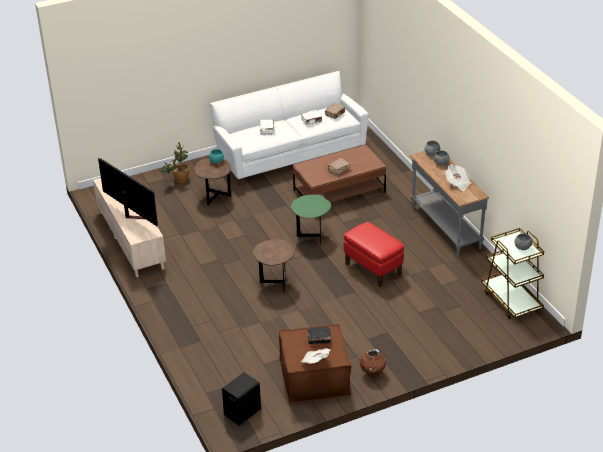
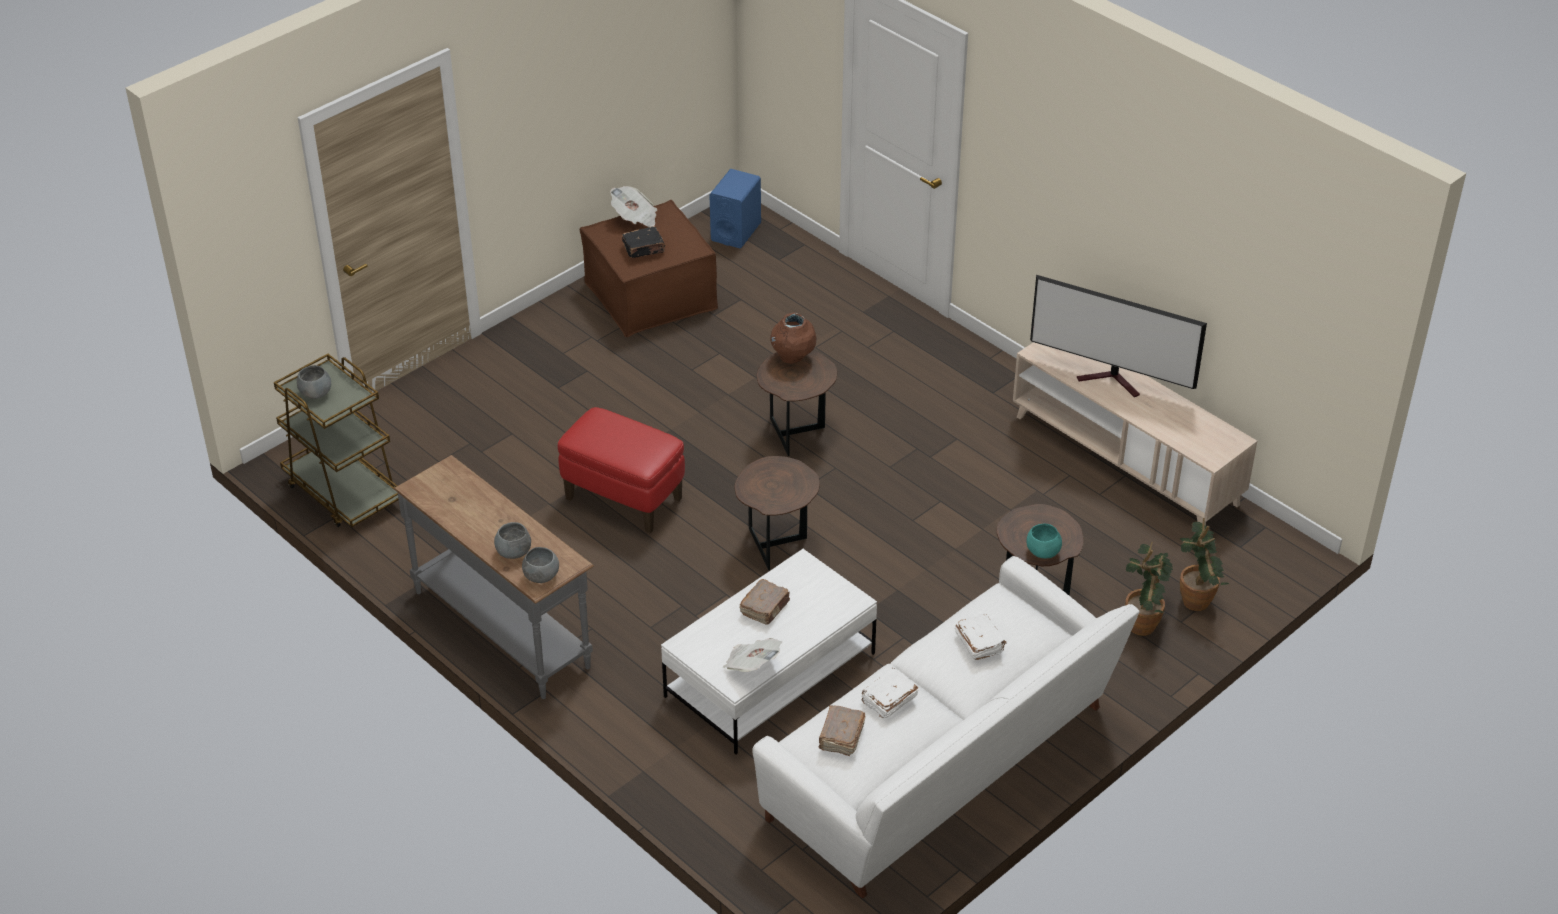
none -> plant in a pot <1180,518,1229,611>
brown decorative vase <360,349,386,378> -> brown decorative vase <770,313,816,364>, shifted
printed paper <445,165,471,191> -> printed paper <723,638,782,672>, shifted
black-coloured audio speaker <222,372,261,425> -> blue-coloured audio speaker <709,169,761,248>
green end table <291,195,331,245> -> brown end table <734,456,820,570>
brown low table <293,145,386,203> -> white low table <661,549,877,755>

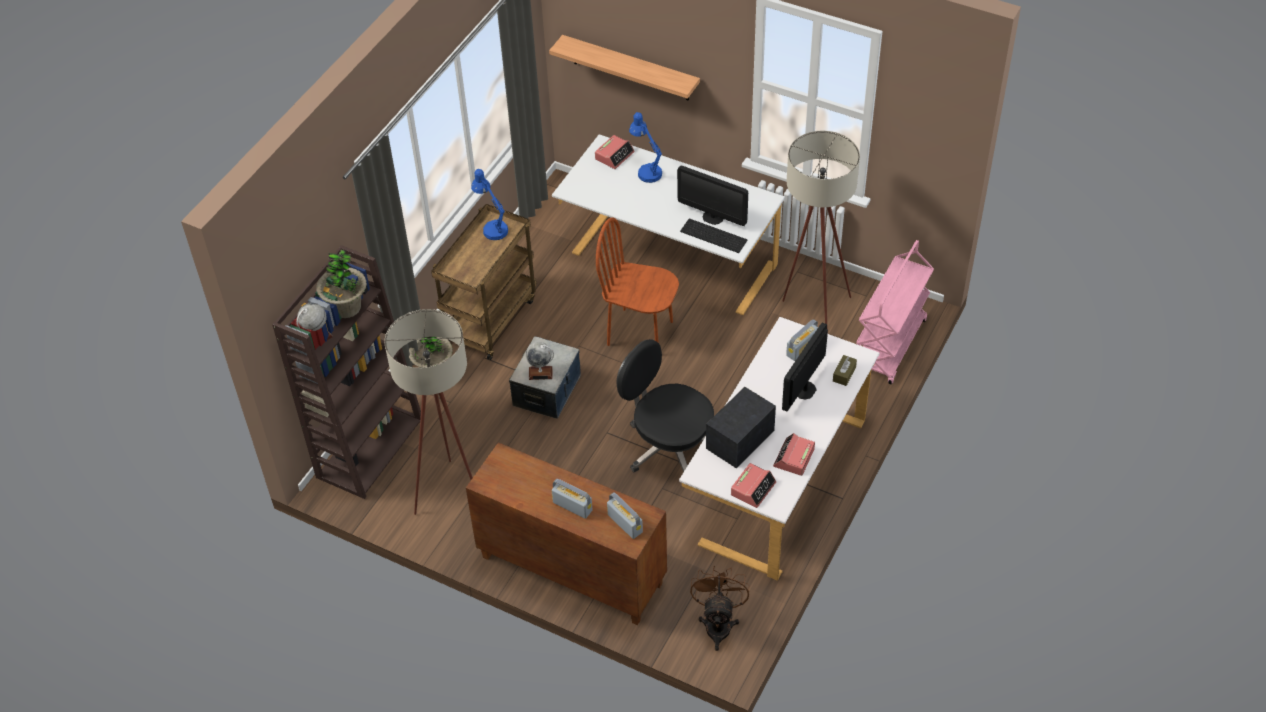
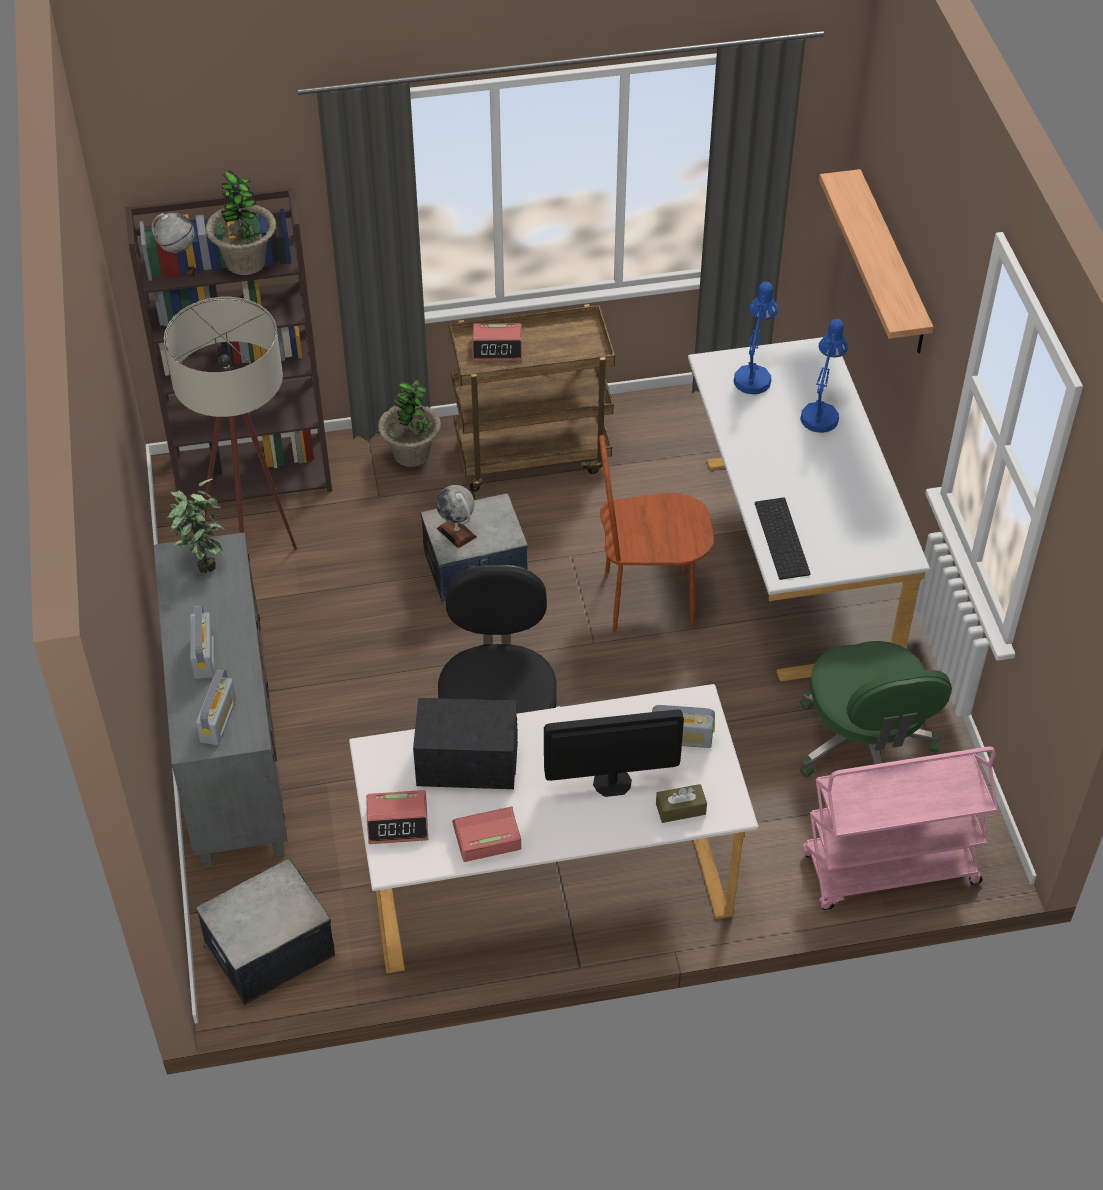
computer screen <677,165,748,226> -> none
none -> plant in a pot <167,479,225,573>
blue-coloured table lamp <471,169,508,240> -> blue-coloured table lamp <733,282,778,394>, shifted
bedside clock <595,135,635,169> -> bedside clock <472,323,522,361>, shifted
brown electric fan <690,566,749,651> -> storage bin <196,859,335,1005>
sand-coloured standard lamp <782,131,860,324> -> green office chair <800,641,952,778>
brown cupboard <466,442,667,625> -> grey cupboard <154,532,288,868>
brown chair <596,217,679,346> -> brown chair <599,435,714,632>, 75 degrees counterclockwise

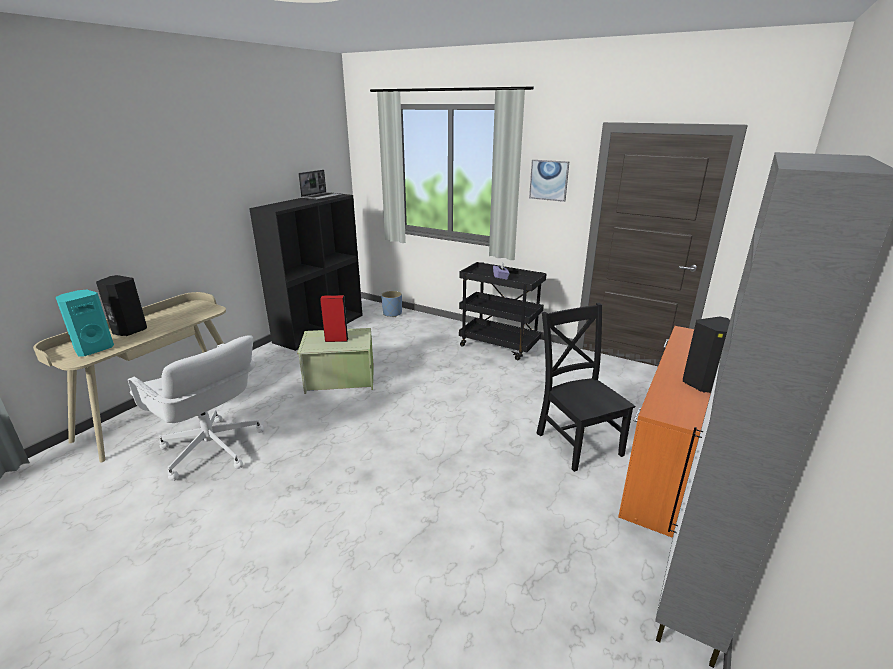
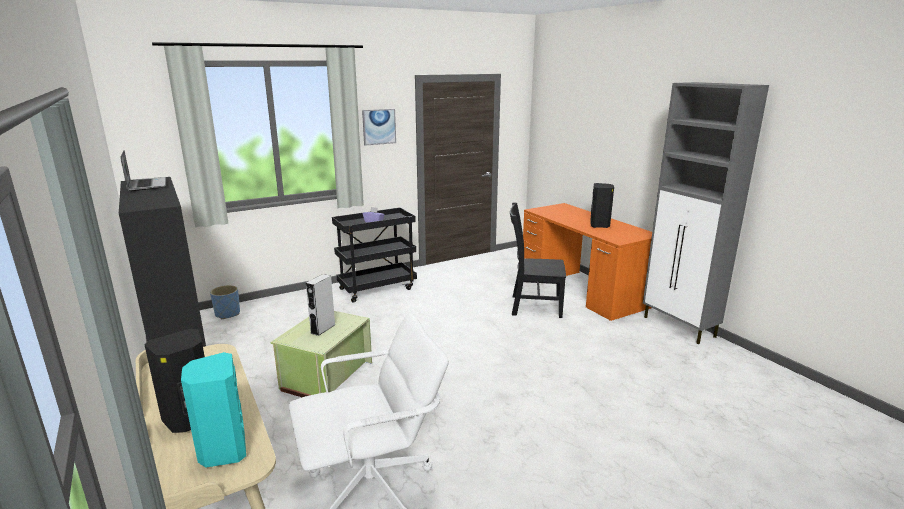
reddish audio speaker <320,295,348,342> -> grey audio speaker <306,274,335,336>

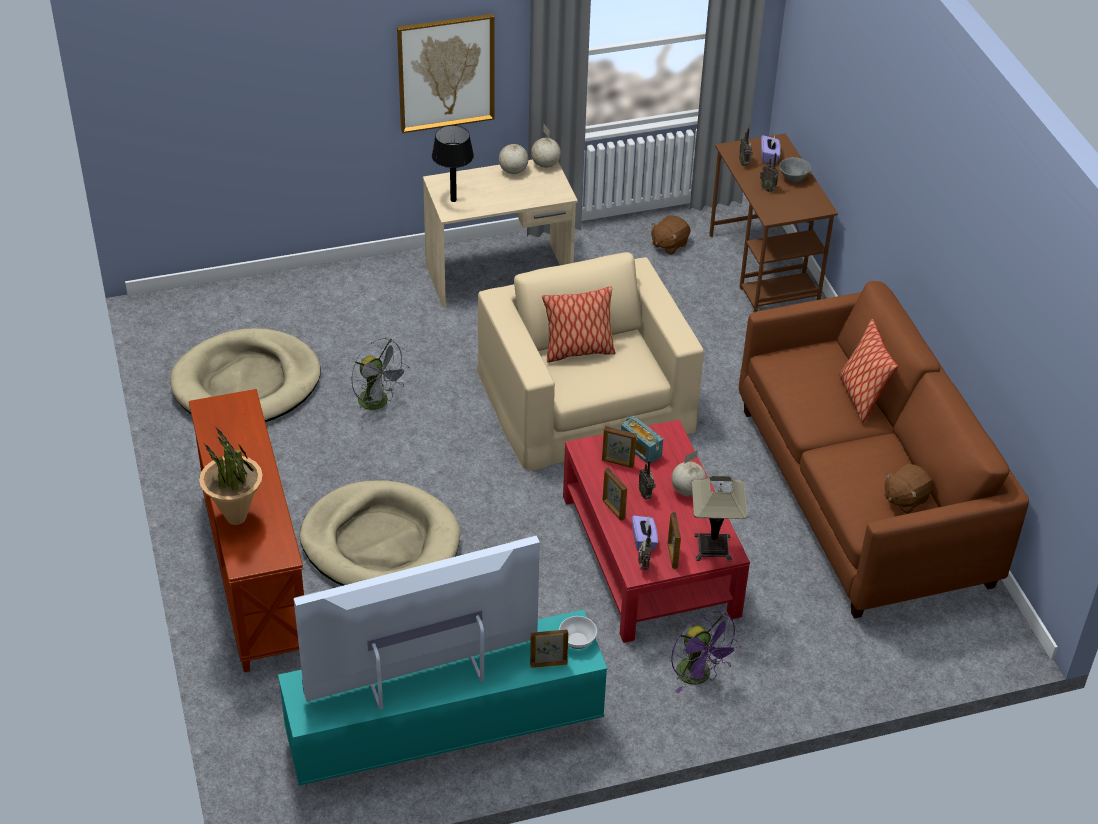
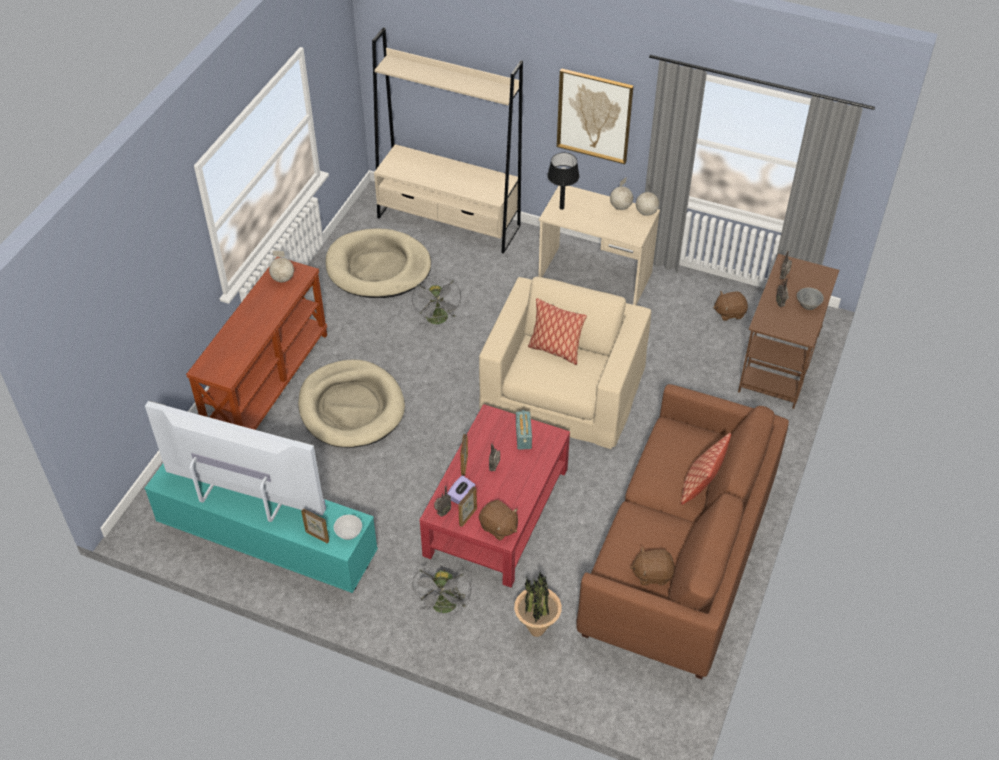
picture frame <602,426,637,468> -> none
purple box of tissues <761,135,781,163> -> none
none -> sand-coloured bookcase <372,27,523,254>
plant in a pot <199,426,263,525> -> plant in a pot <514,572,562,637>, shifted
desk globe <671,450,706,496> -> desk globe <269,251,294,282>, shifted
table lamp <692,476,747,562> -> brown soft toy <479,500,518,540>
purple electric fan <671,611,741,694> -> grey electric fan <412,566,472,614>

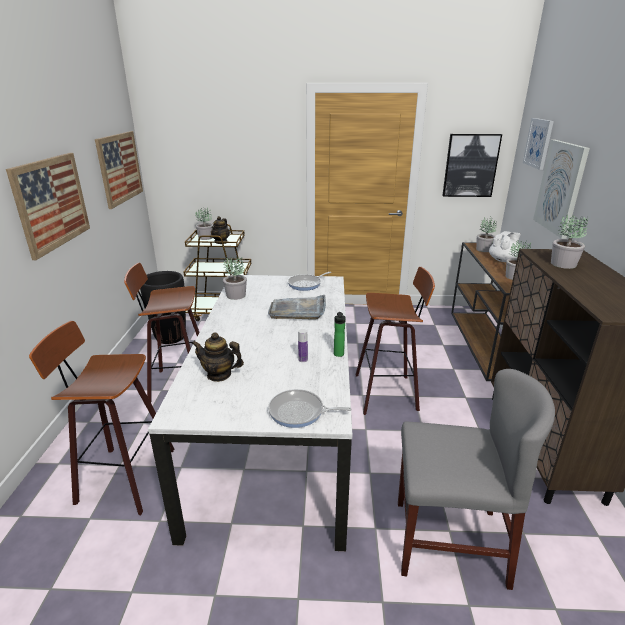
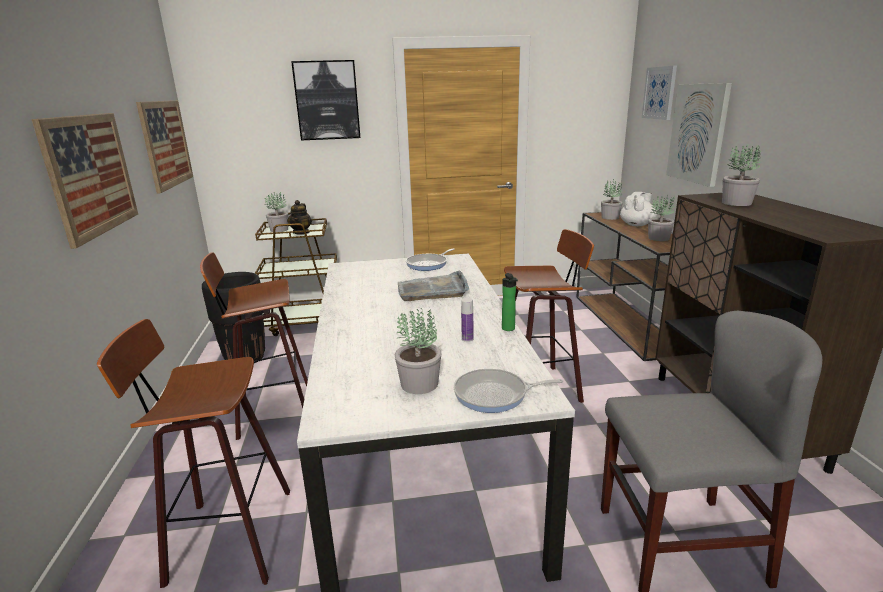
teapot <192,332,244,382> -> none
plant in a pot <223,256,247,300> -> plant in a pot <395,307,442,394>, shifted
wall art <442,134,502,197> -> wall art <291,60,360,140>, shifted

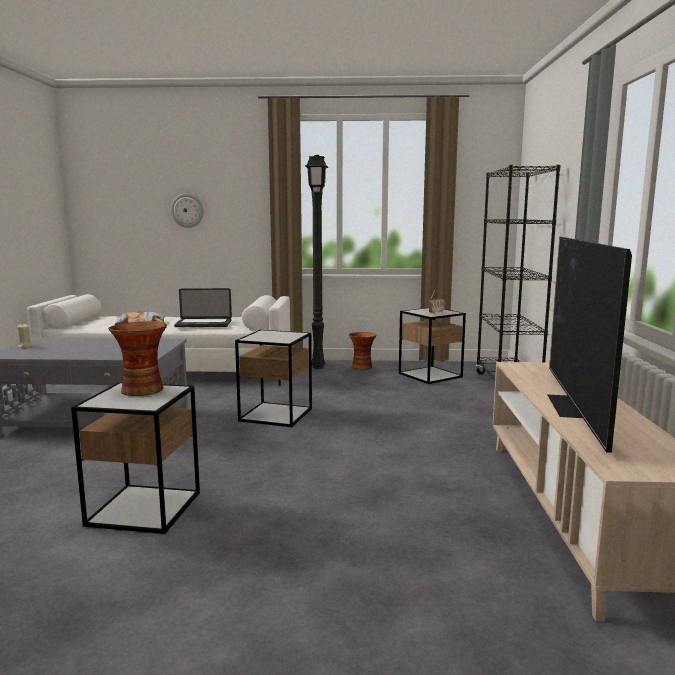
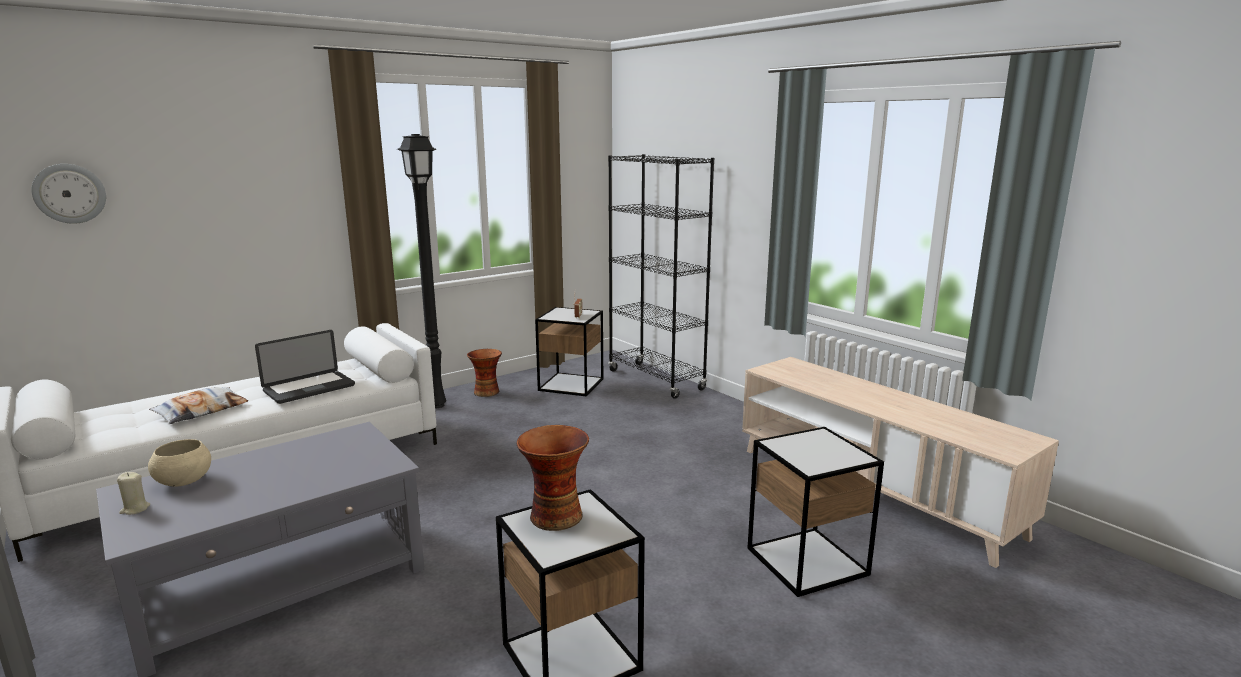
television <547,237,632,453> -> none
none -> sand-coloured serving bowl <148,439,211,487>
hanging clock <171,193,204,228> -> hanging clock <31,164,106,224>, shifted
end table <235,330,312,427> -> end table <748,427,884,597>, shifted

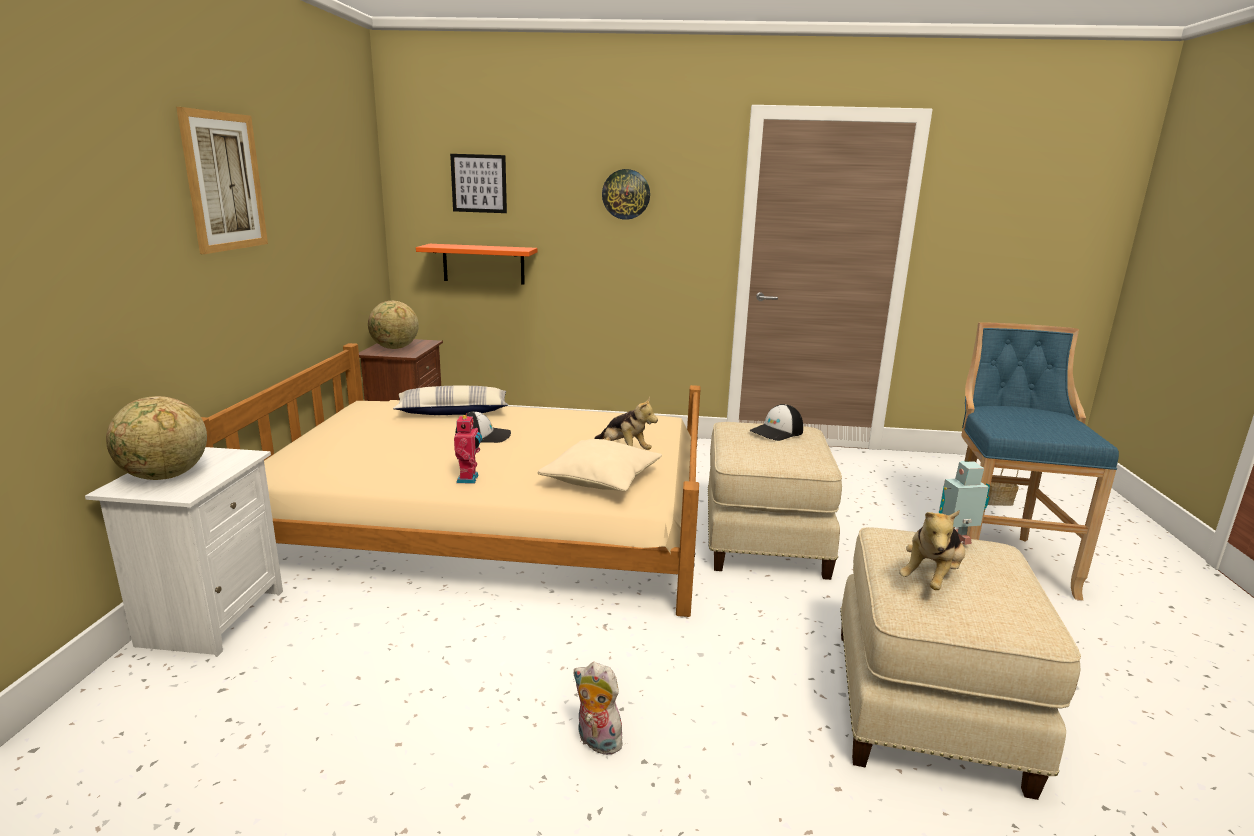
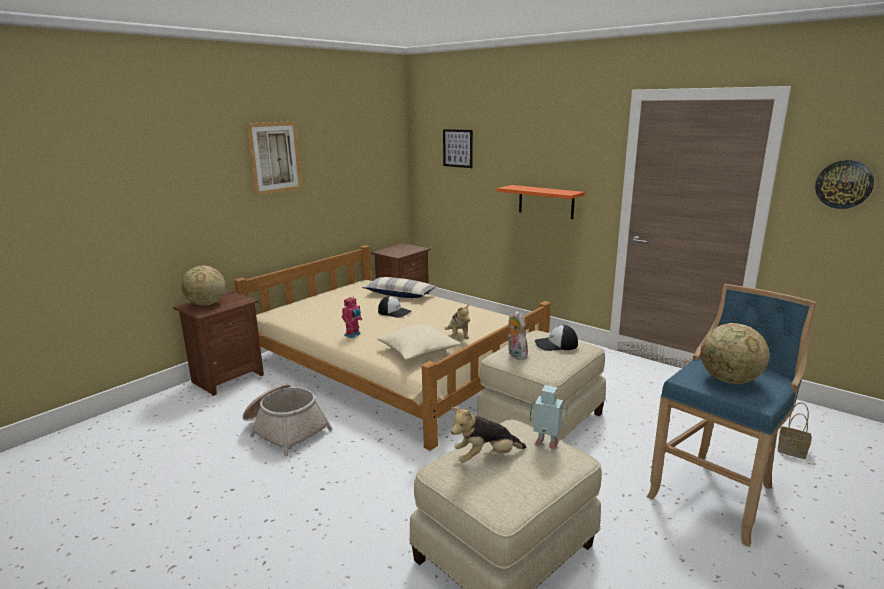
none -> household basket <243,384,332,456>
desk globe <368,301,419,349> -> desk globe <701,323,769,384>, shifted
orange-coloured bracket shelf <416,244,537,285> -> orange-coloured bracket shelf <497,185,585,219>, shifted
soft toy <573,662,625,755> -> soft toy <507,310,528,360>, shifted
hanging clock <602,169,650,220> -> hanging clock <815,160,874,209>, shifted
white bedside table <85,447,283,657> -> brown bedside table <173,291,264,396>

